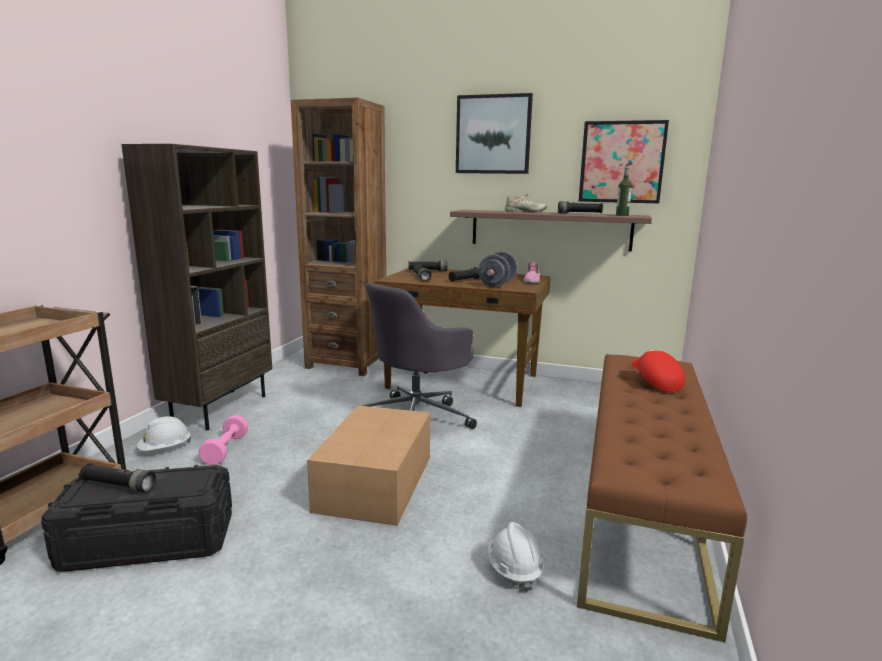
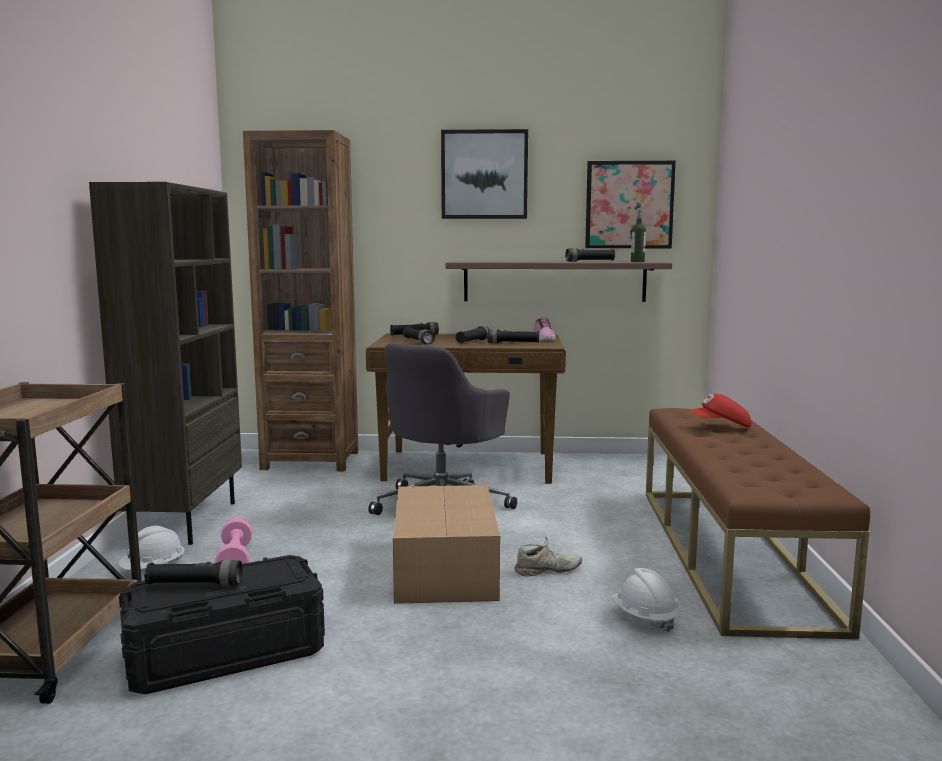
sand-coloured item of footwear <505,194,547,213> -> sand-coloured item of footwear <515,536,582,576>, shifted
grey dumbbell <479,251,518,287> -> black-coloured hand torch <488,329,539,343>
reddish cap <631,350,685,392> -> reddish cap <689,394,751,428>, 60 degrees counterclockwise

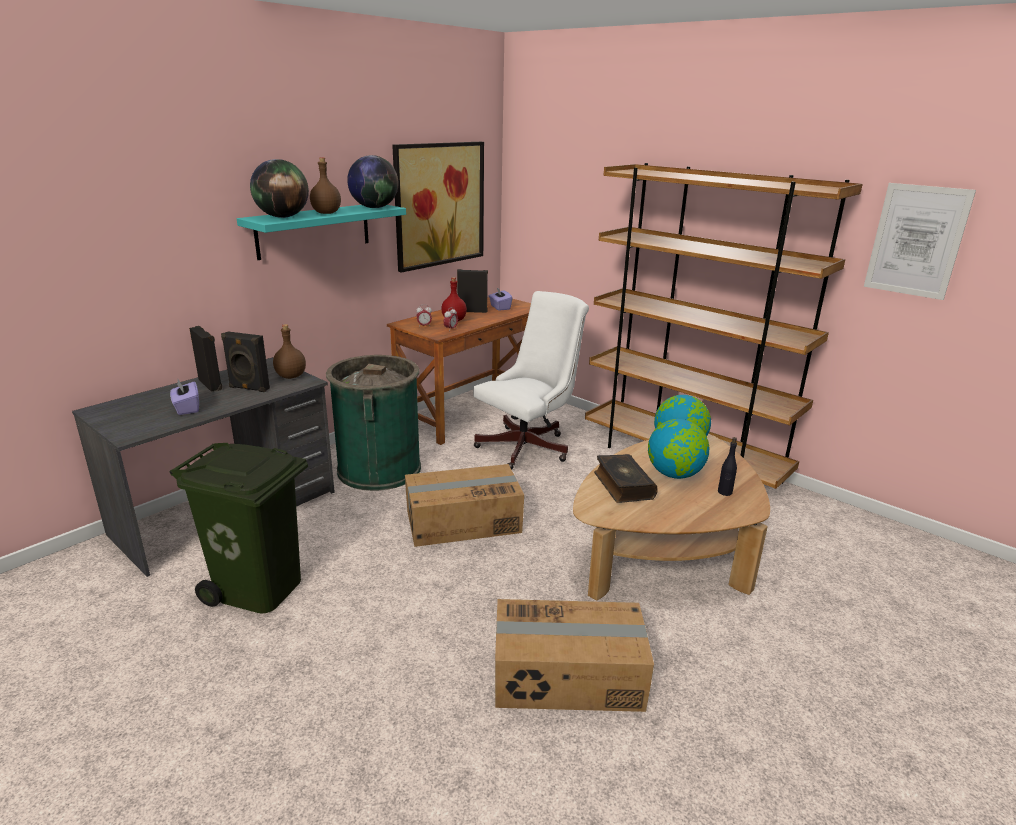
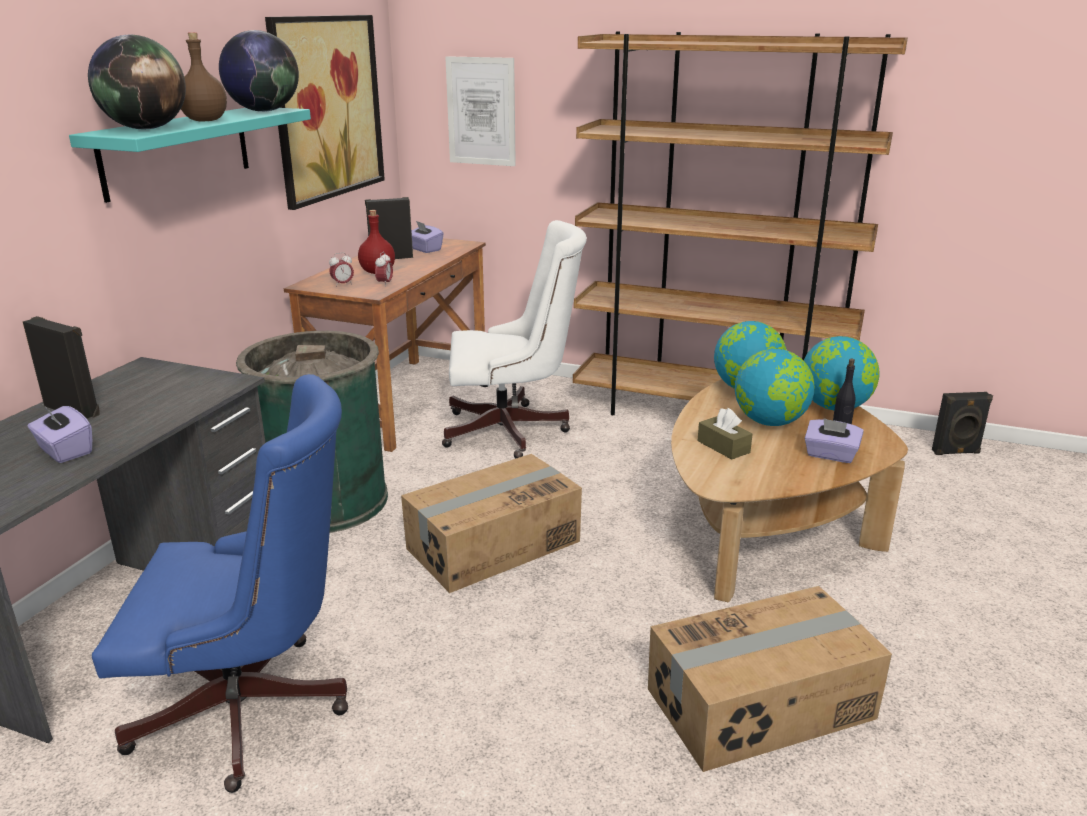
brown beverage bottle <273,324,306,379> -> none
none -> desk globe <803,336,879,410>
none -> purple box of tissues <805,418,864,463>
black-coloured audio speaker <221,331,270,392> -> black-coloured audio speaker <932,392,993,455>, shifted
wall art <864,183,976,300> -> wall art <445,56,516,166>, shifted
green trash can <170,443,308,613> -> blue-coloured office chair <92,374,348,793>
book <594,454,658,503> -> brown box of tissues <697,408,752,459>
white office chair <473,291,589,470> -> white office chair <442,220,587,459>, 60 degrees clockwise

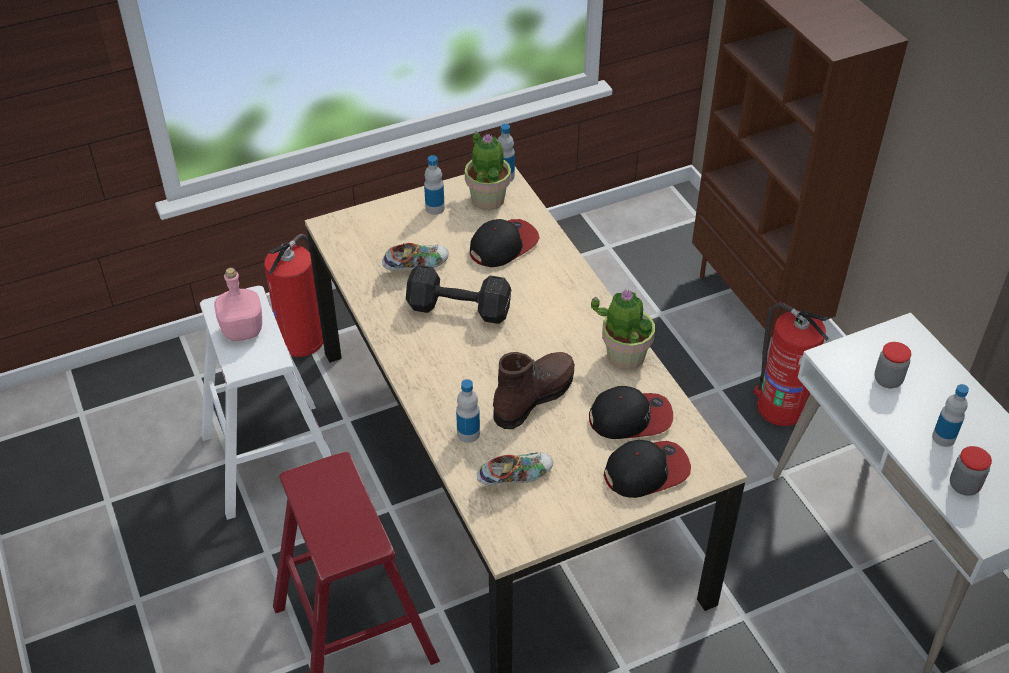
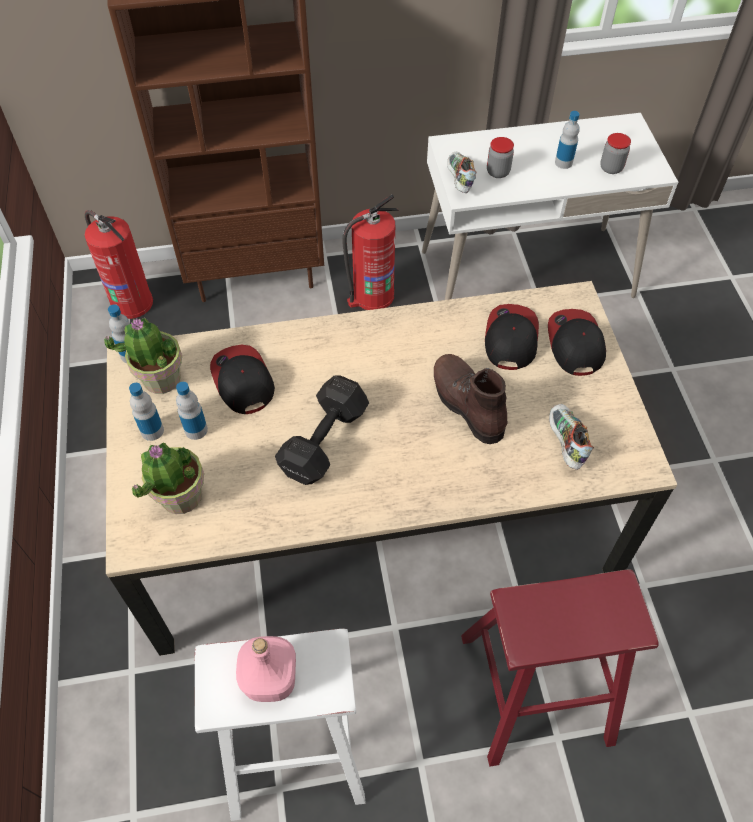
extinguisher <264,234,323,357> -> extinguisher <84,210,153,319>, shifted
item of footwear <382,243,449,271> -> item of footwear <447,152,477,193>, shifted
beverage bottle <456,379,480,443> -> beverage bottle <176,382,208,440>, shifted
plant in a pot <591,290,655,370> -> plant in a pot <132,443,204,514>, shifted

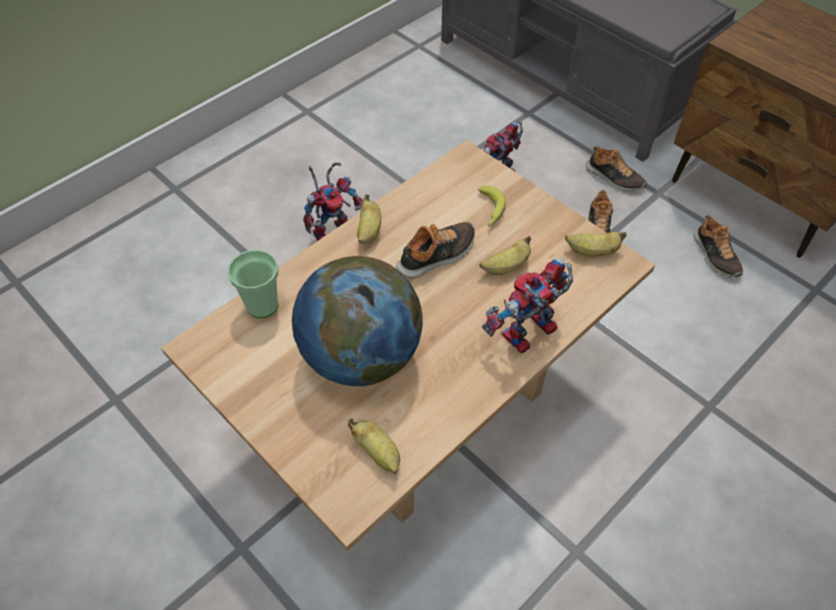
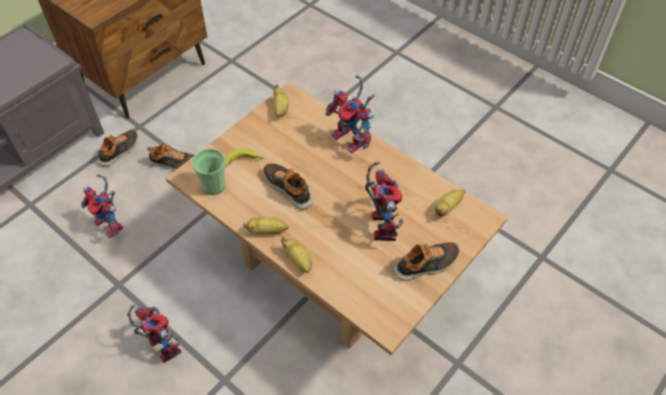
drinking cup <228,250,279,318> -> drinking cup <192,149,226,195>, shifted
banana fruit <479,236,531,275> -> banana fruit <281,237,312,273>, shifted
item of footwear <694,215,743,277> -> item of footwear <393,242,459,281>, shifted
desk globe <292,256,423,386> -> robot figure <365,161,403,241>

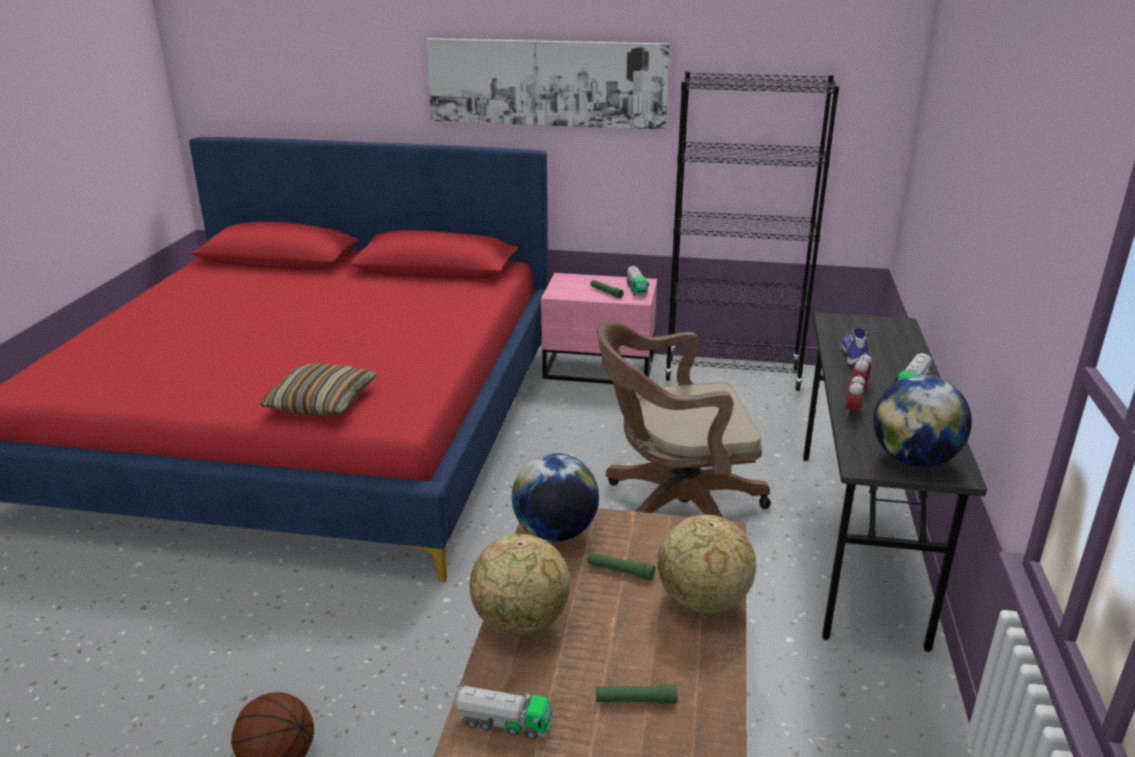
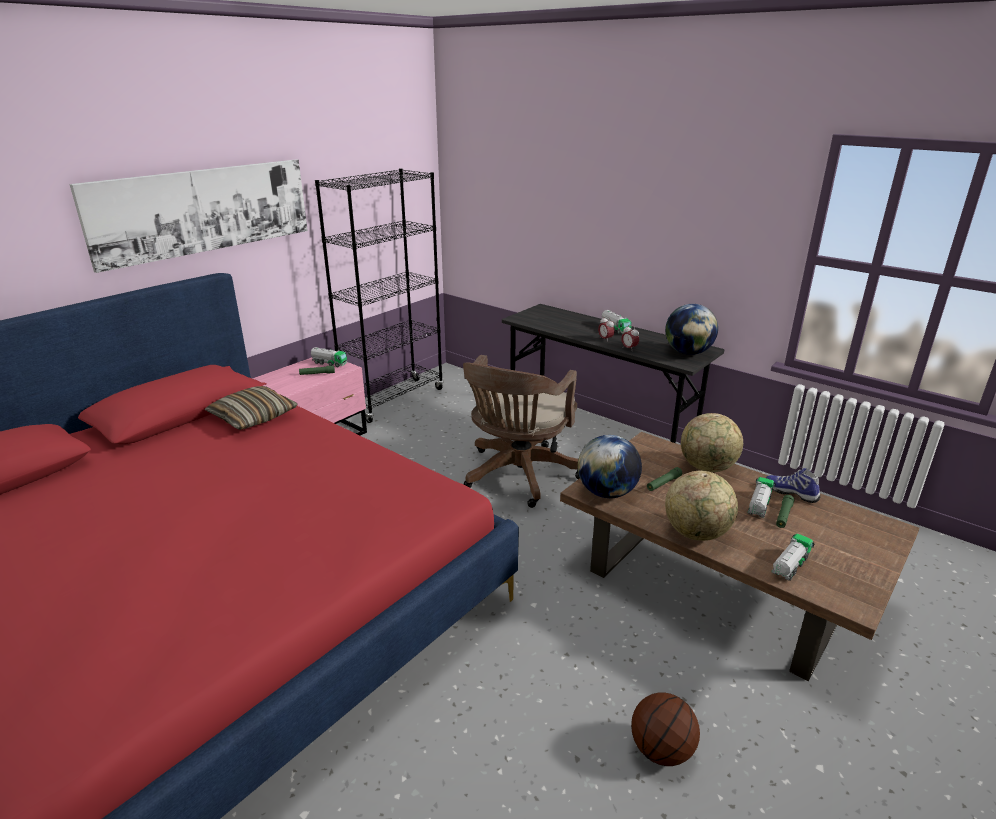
none -> toy lorry <748,477,776,518>
throw pillow <259,363,378,415> -> throw pillow <204,386,298,430>, shifted
item of footwear <841,327,868,369> -> item of footwear <766,468,820,503>, shifted

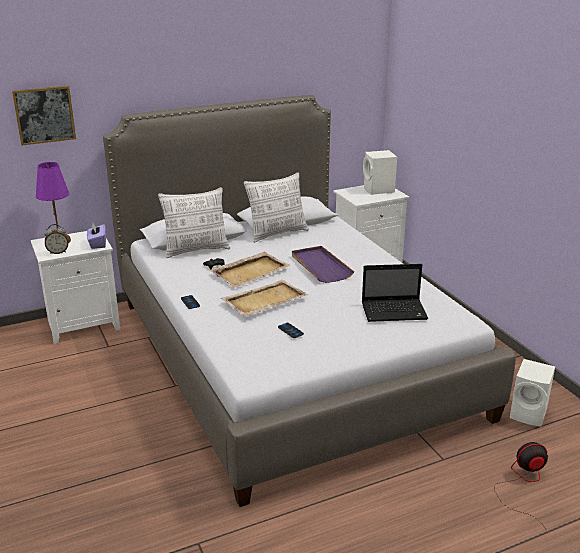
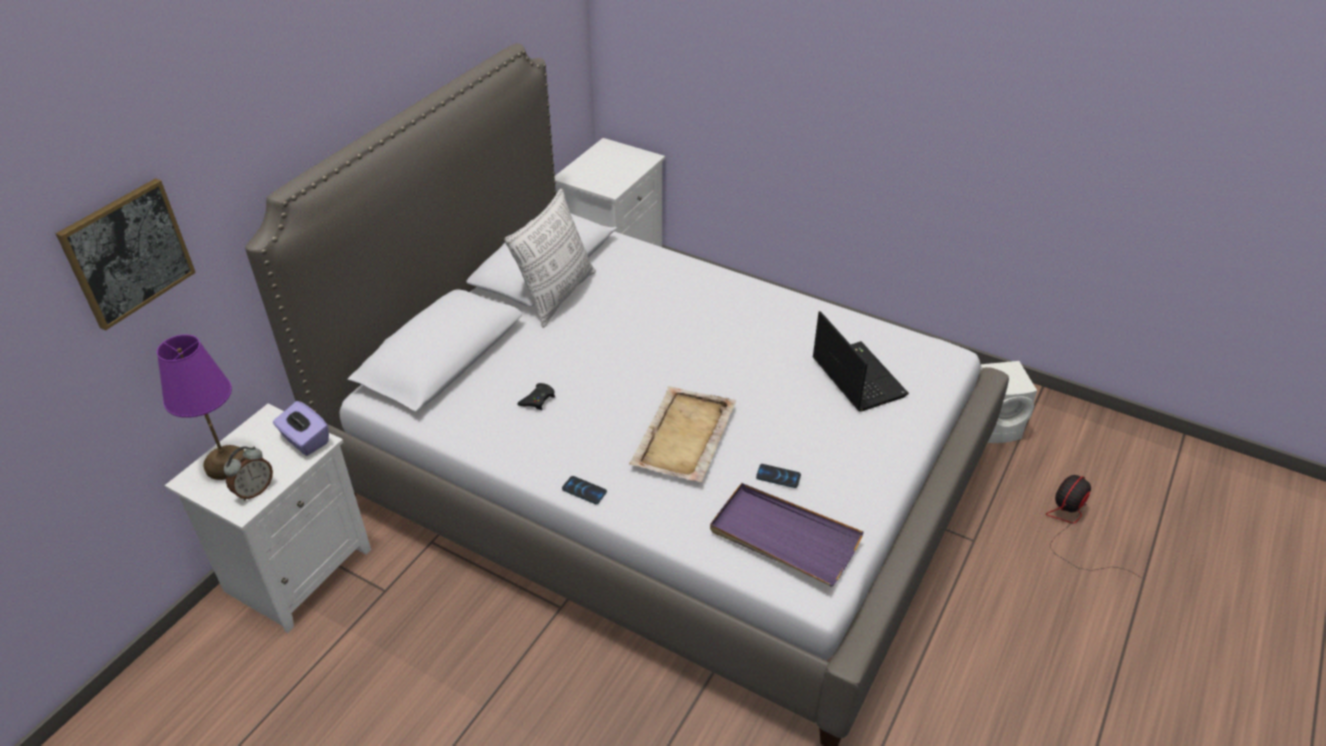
throw pillow <158,187,230,258> -> none
sand-coloured tray <210,252,291,288> -> none
white audio speaker <363,150,397,195> -> none
purple tray <292,246,355,283> -> purple tray <710,483,864,587>, shifted
laptop <362,264,428,322> -> laptop <812,311,909,412>, 75 degrees counterclockwise

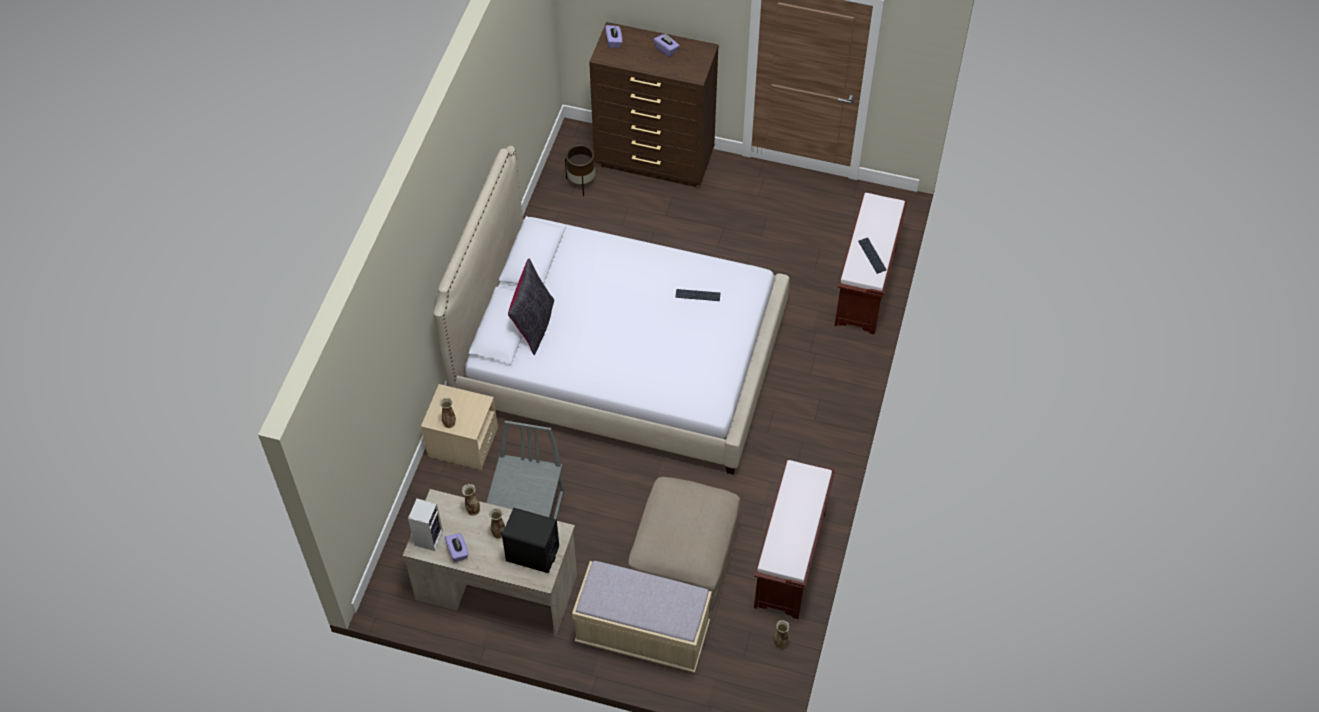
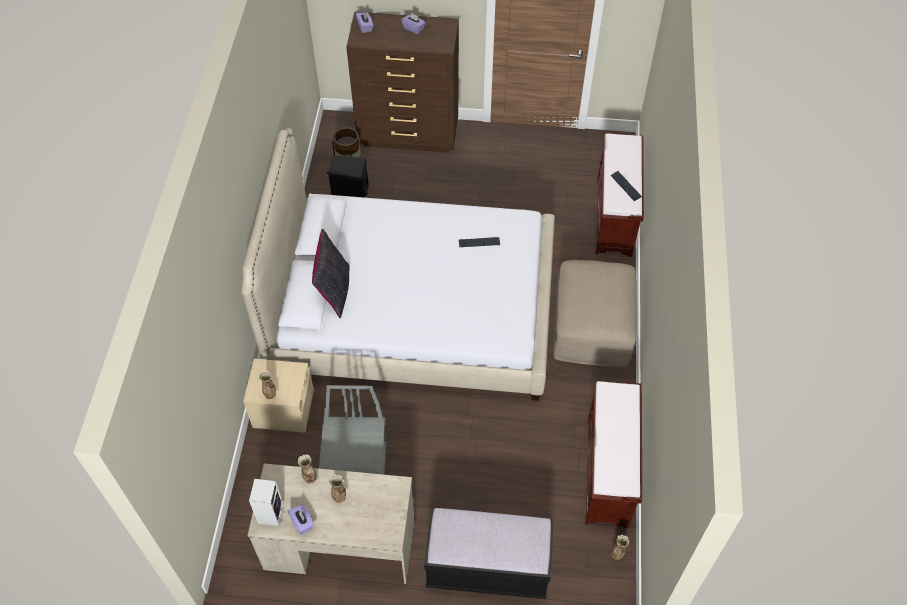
black-coloured audio speaker <500,508,559,573> -> black-coloured audio speaker <327,155,369,198>, shifted
sand-coloured ottoman <628,477,741,612> -> sand-coloured ottoman <553,260,637,367>, shifted
sand-coloured long seat <572,561,712,673> -> black-coloured long seat <424,508,554,599>

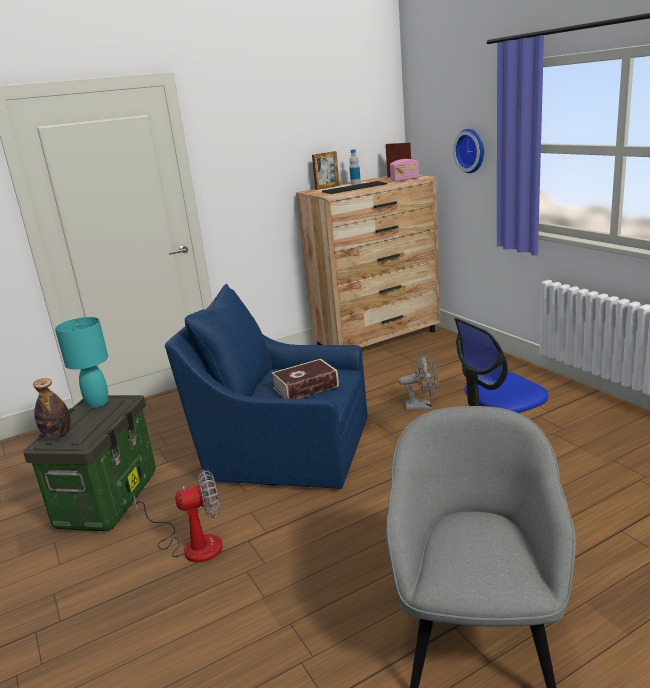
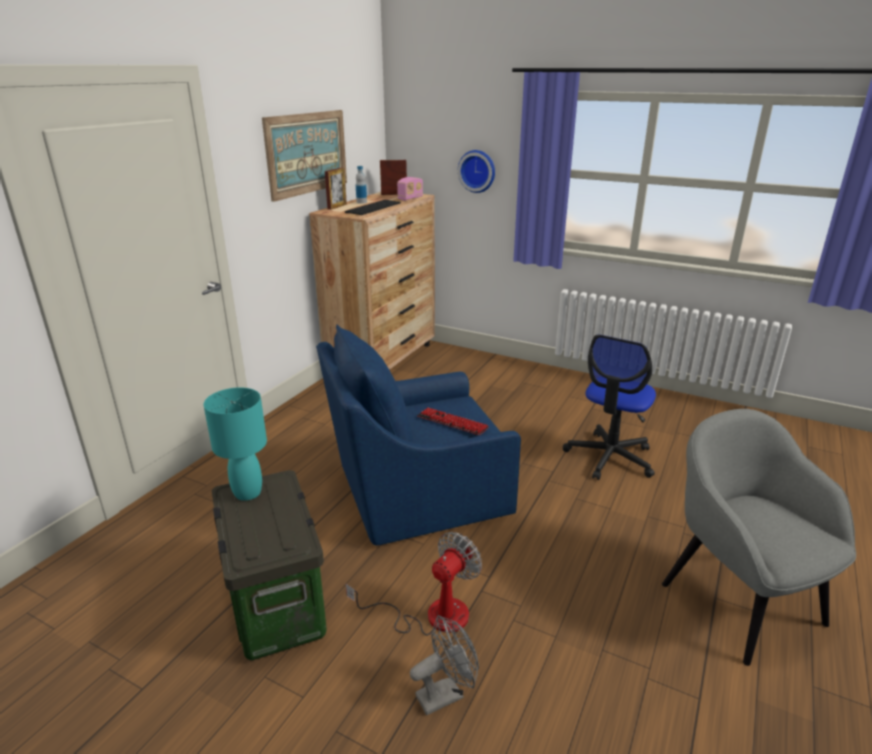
beverage bottle <33,378,71,439> -> none
none -> wall art <262,110,347,202>
grey electric fan <398,355,438,410> -> grey electric fan <410,615,479,715>, shifted
book <271,359,339,399> -> computer keyboard <417,408,489,435>

